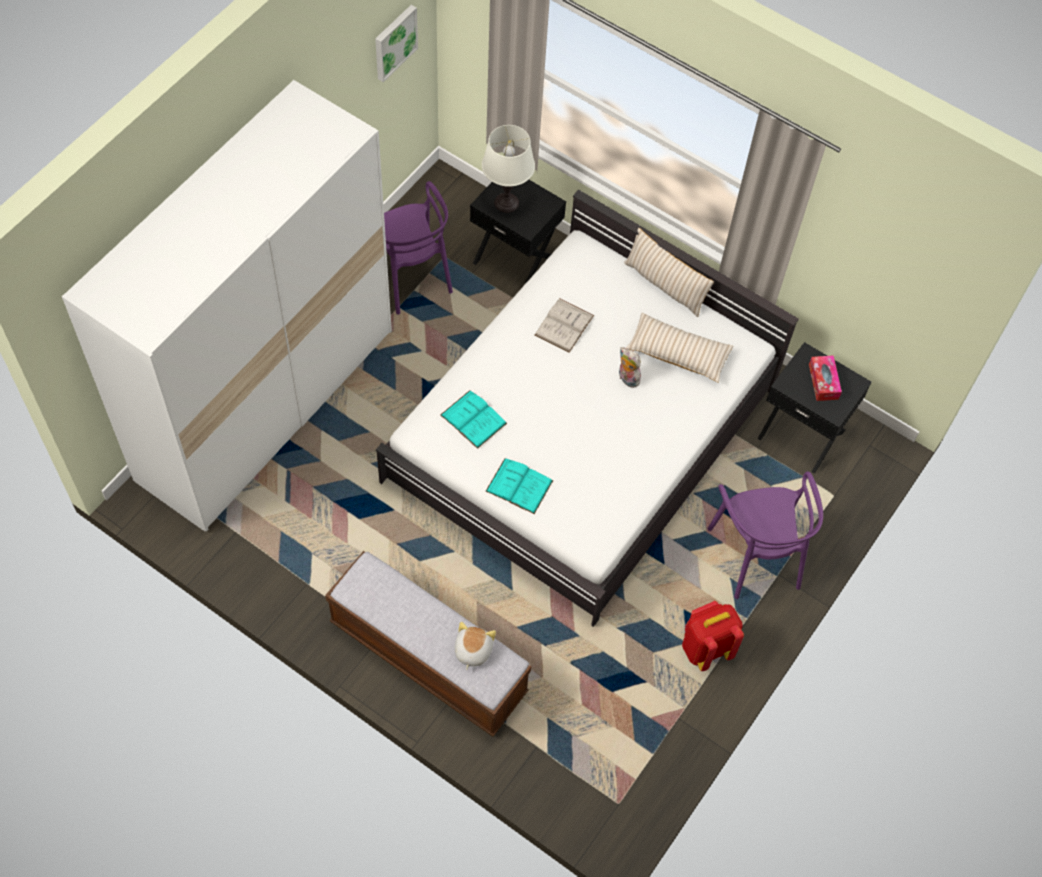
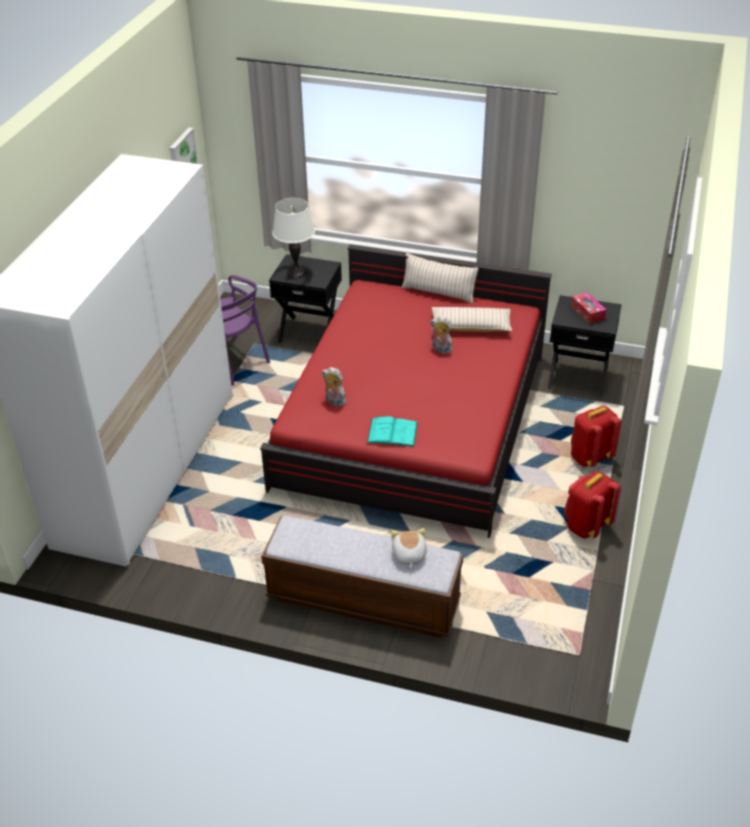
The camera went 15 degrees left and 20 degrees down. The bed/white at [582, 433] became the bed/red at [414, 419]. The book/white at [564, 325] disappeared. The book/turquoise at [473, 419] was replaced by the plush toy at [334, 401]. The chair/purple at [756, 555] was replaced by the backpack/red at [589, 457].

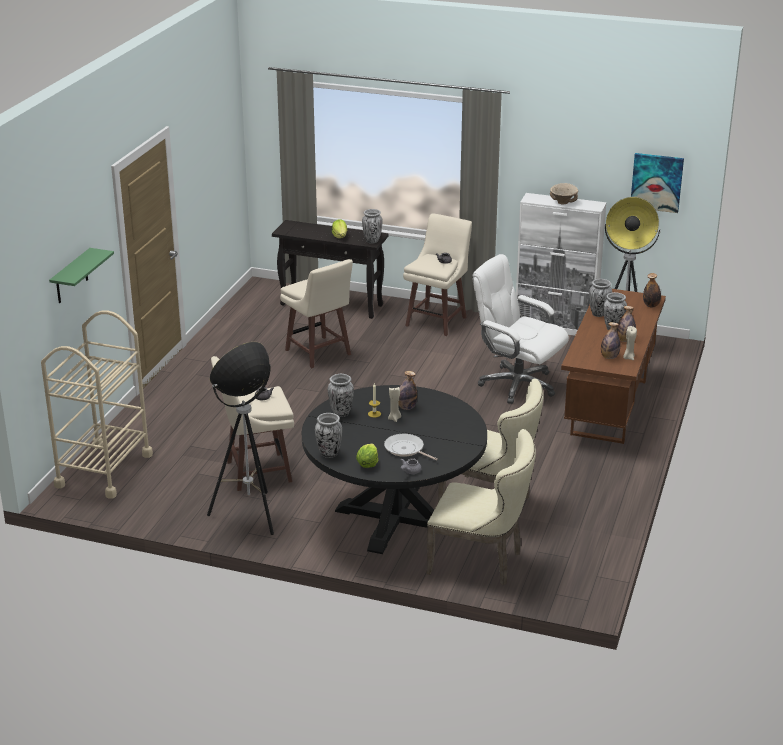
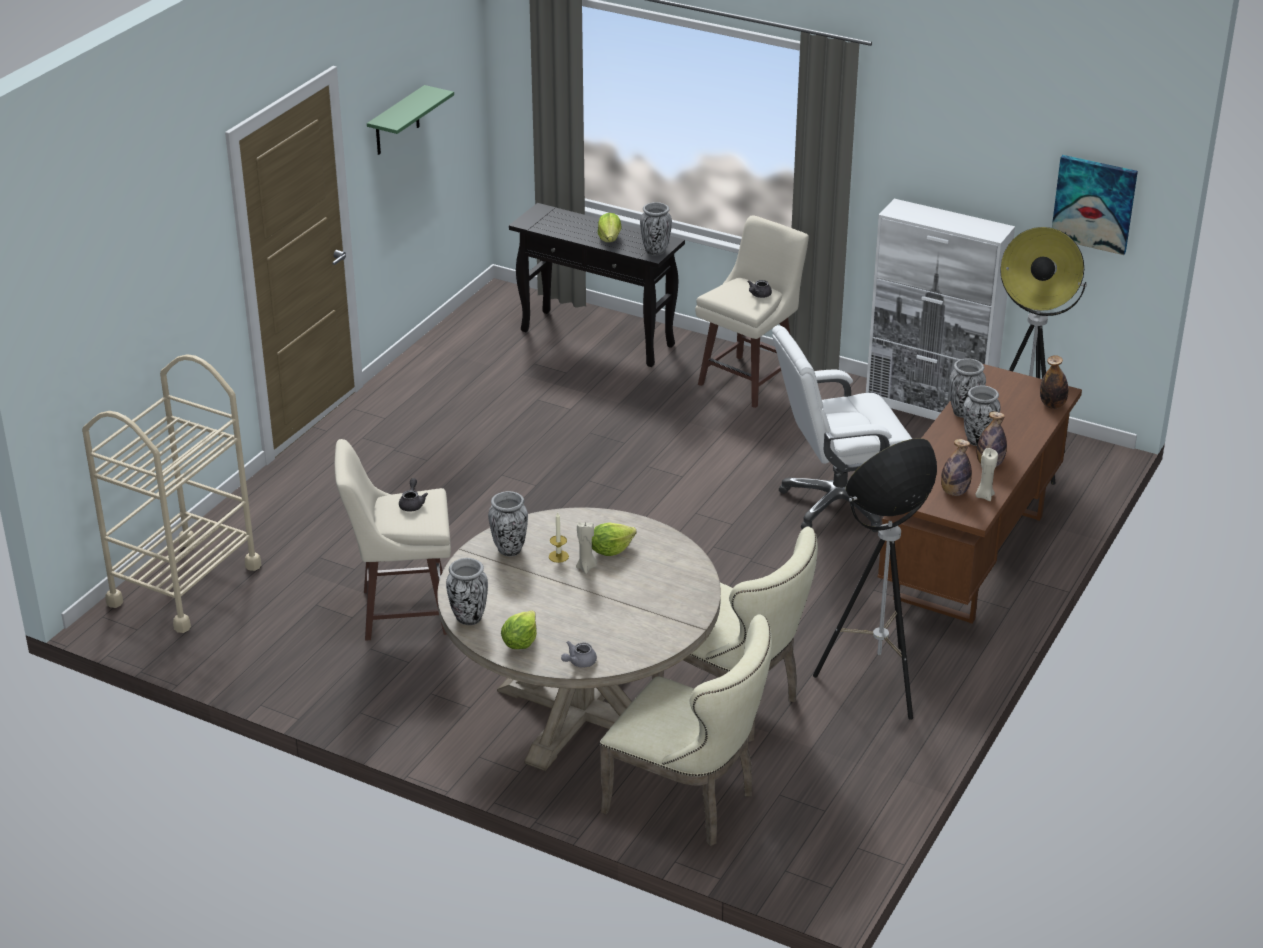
The camera went 10 degrees right and 5 degrees up. The bowl/beige at [563, 203] disappeared. The shelf/green moved from [71, 277] to [397, 122]. The office chair/white at [517, 384] turned 60 degrees counterclockwise. The stool/beige at [318, 353] disappeared. The floor lamp moved from [250, 515] to [877, 683]. The bottle at [406, 407] was replaced by the lettuce at [610, 550]. The dining table/black at [394, 518] became the dining table/beige at [581, 713]. The frying pan at [406, 449] disappeared.

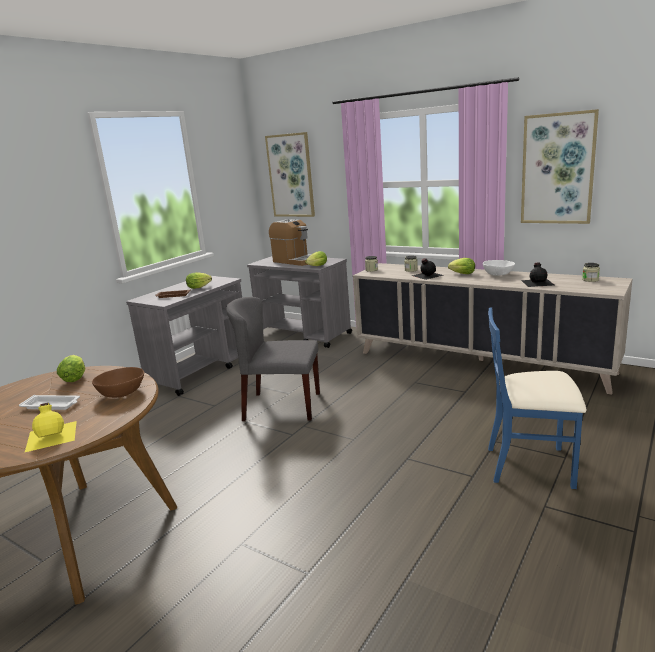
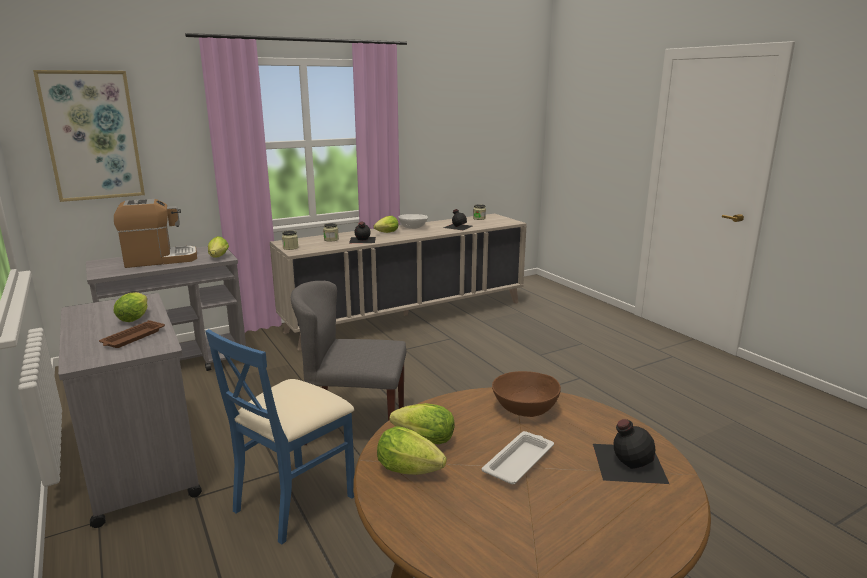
The camera went 65 degrees left and 0 degrees up. The picture at [557, 169] disappeared. The chair/grey at [281, 406] turned 60 degrees clockwise. The chair/blue moved from [530, 465] to [294, 500]. The bottle/yellow at [52, 435] became the bottle/black at [627, 462]. The lettuce at [413, 471] appeared.

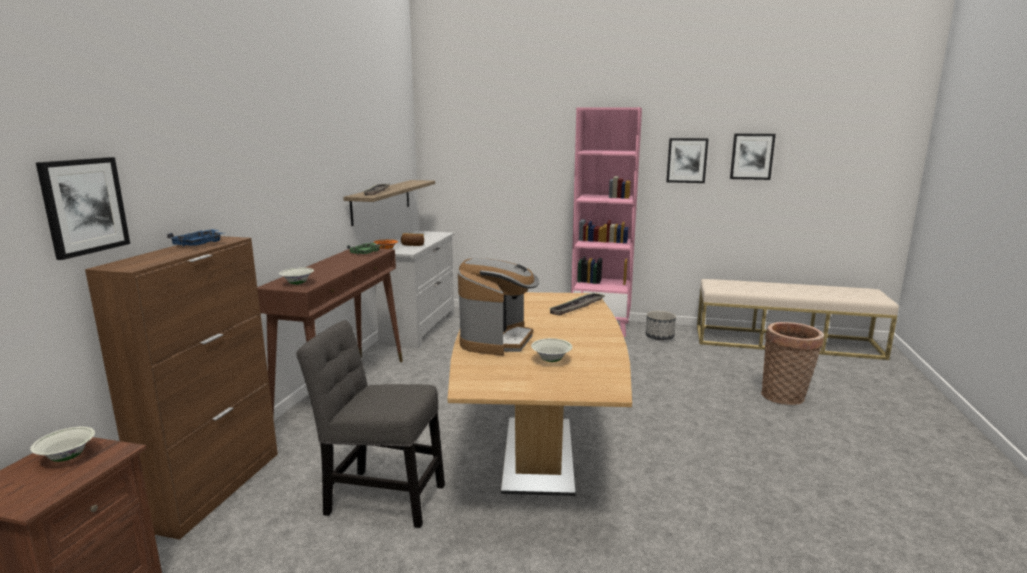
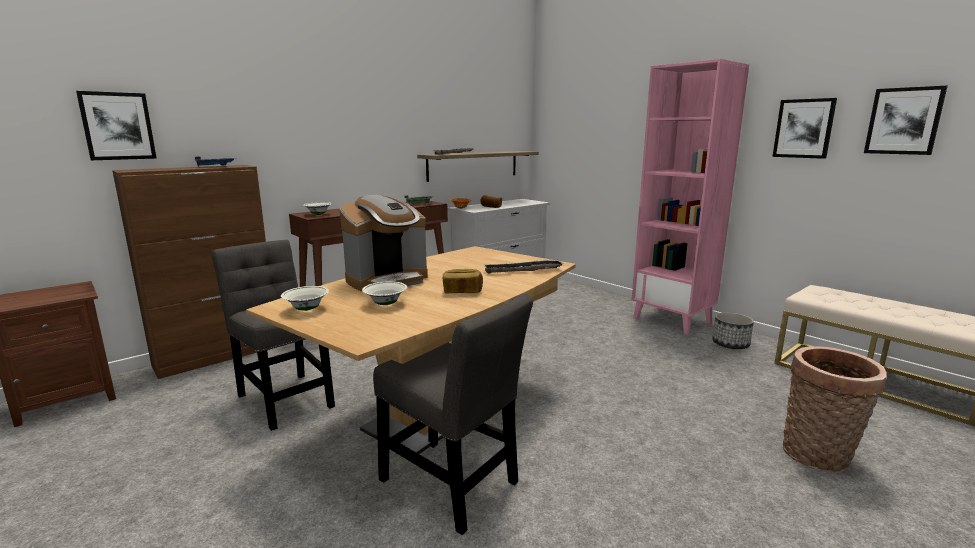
The camera went 35 degrees right and 0 degrees up. The bowl/white moved from [67, 457] to [307, 309]. The bread at [462, 291] appeared. The chair/grey at [453, 485] appeared.

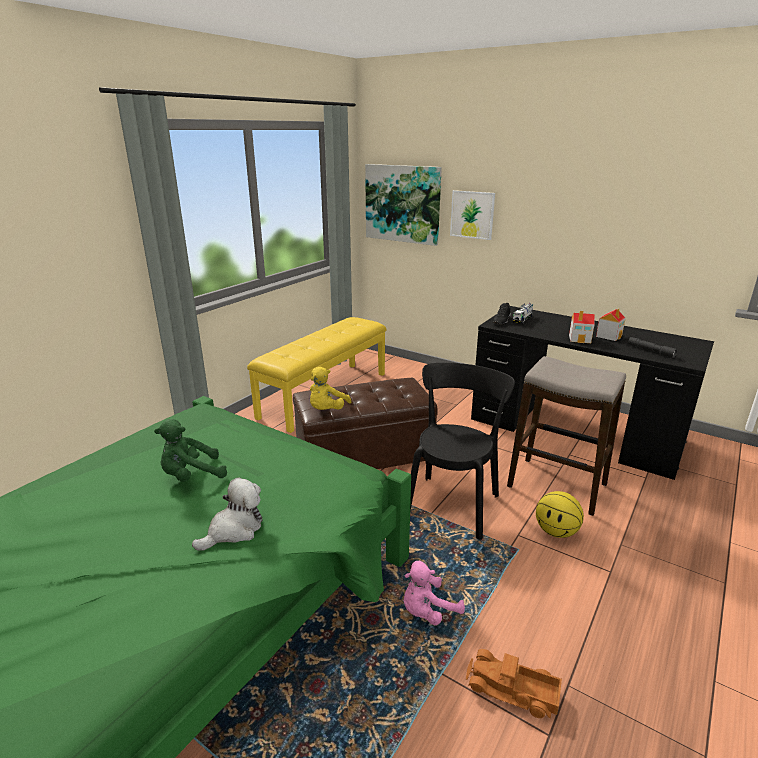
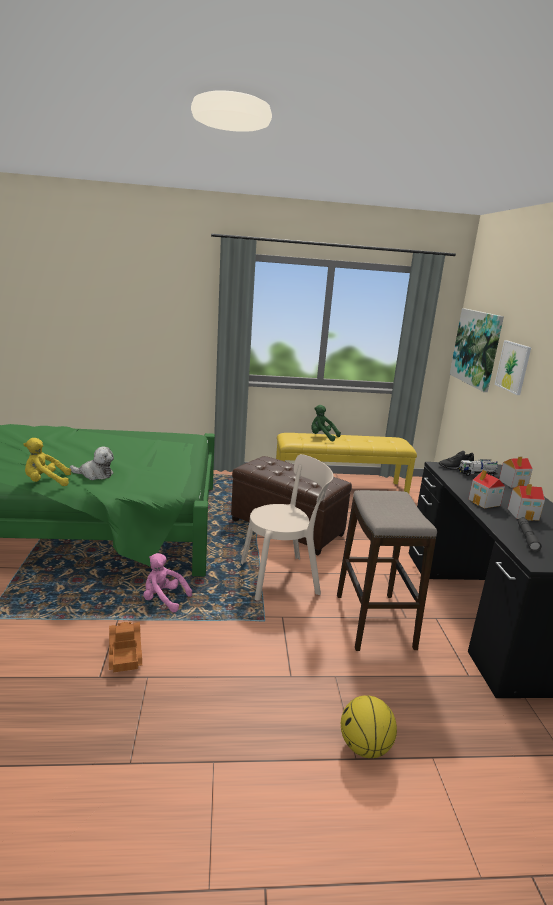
The camera went 50 degrees right and 5 degrees down. The chair/black at [453, 503] became the chair/beige at [283, 577]. The plush toy/yellow moved from [327, 410] to [46, 482]. The plush toy/green moved from [191, 476] to [322, 437]. The basketball moved from [556, 532] to [364, 747]. The toy house at [513, 483] appeared.

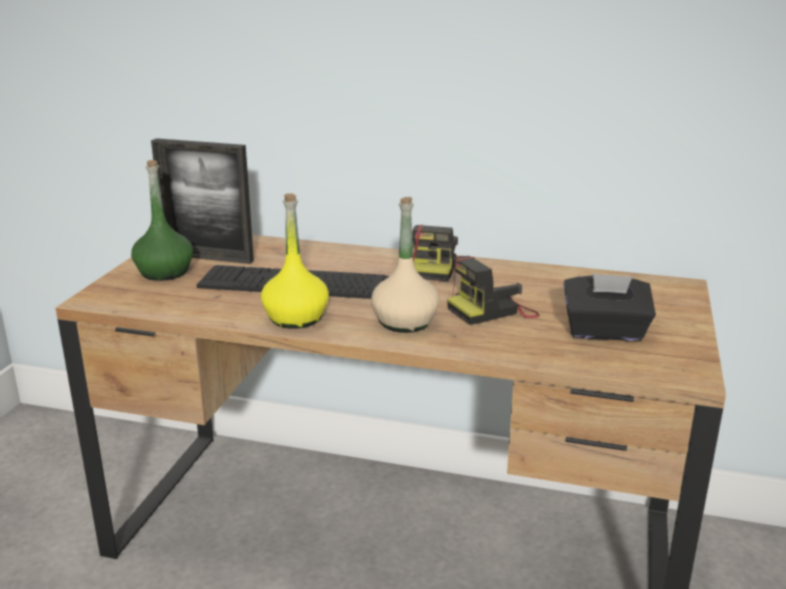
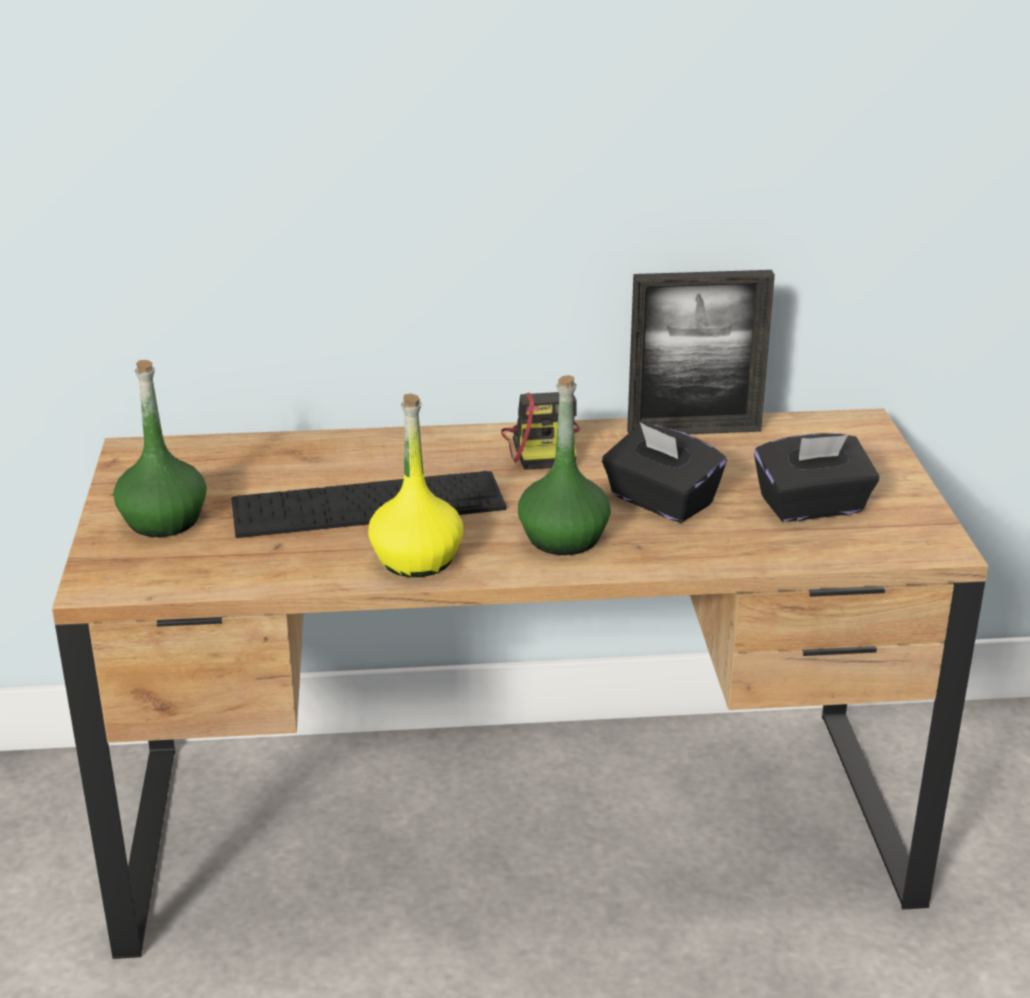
The camera went 20 degrees left and 5 degrees up. The picture frame moved from [208, 257] to [694, 431]. The bottle/beige at [404, 322] became the bottle/green at [563, 538]. The photo camera at [492, 311] was replaced by the tissue box/black at [660, 501].

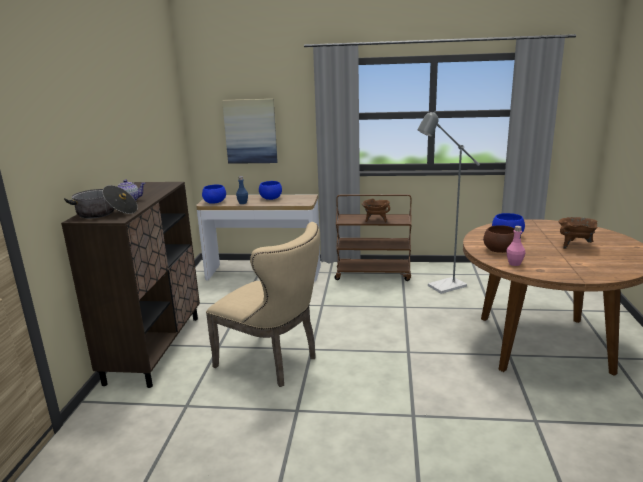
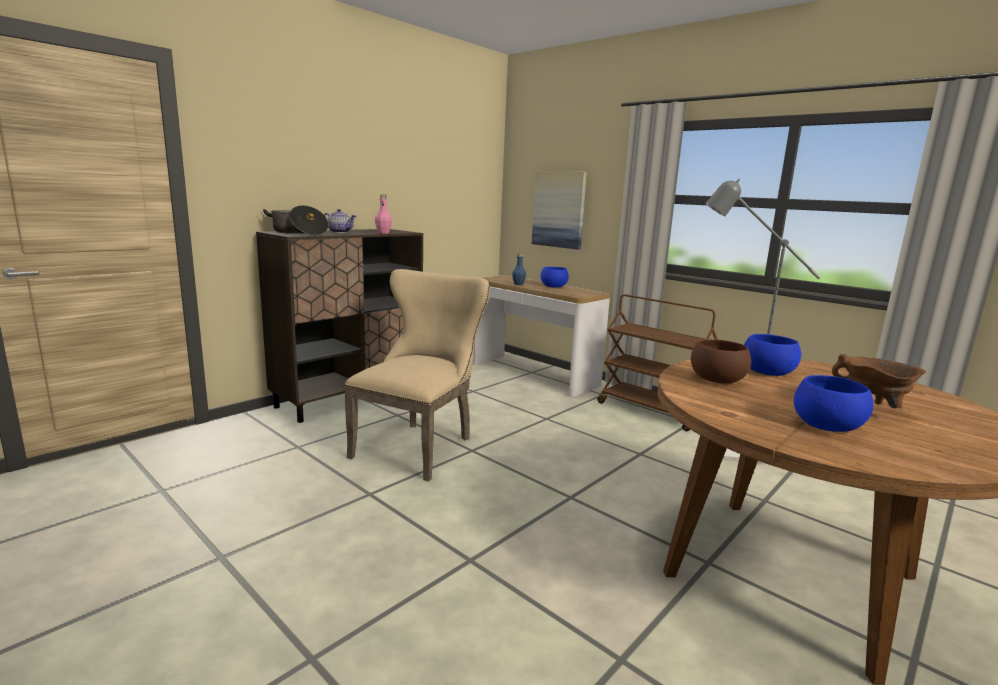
The camera went 35 degrees right and 5 degrees down. The bowl/blue moved from [215, 202] to [827, 425]. The cooking pot/brown at [376, 220] disappeared. The chair/beige at [273, 362] turned 135 degrees counterclockwise. The bottle/pink moved from [514, 264] to [383, 233].

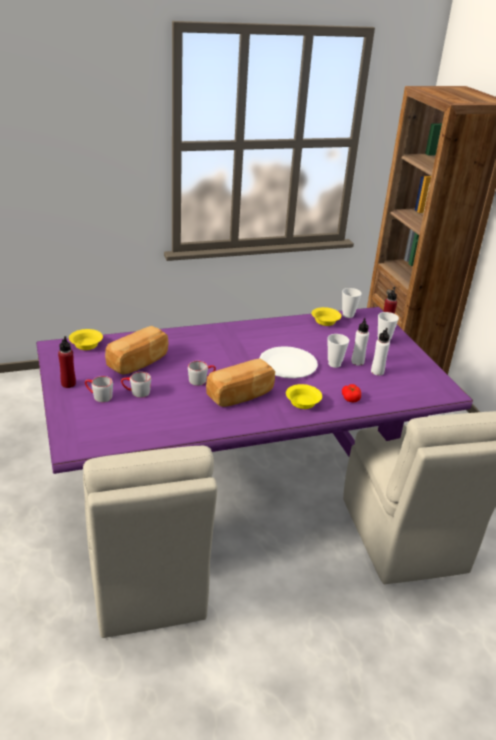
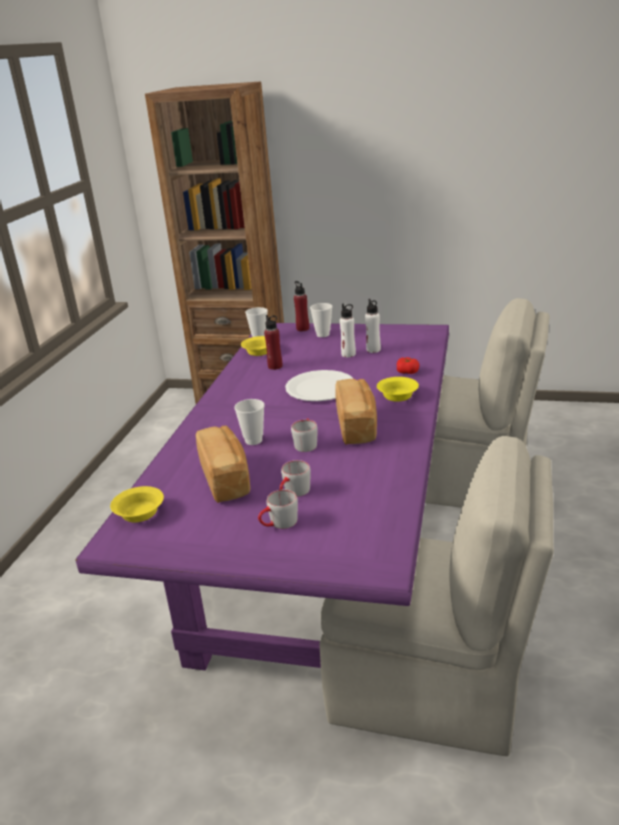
The camera went 55 degrees left and 5 degrees down. The cup moved from [334, 364] to [253, 440]. The bottle/red moved from [68, 384] to [275, 366].

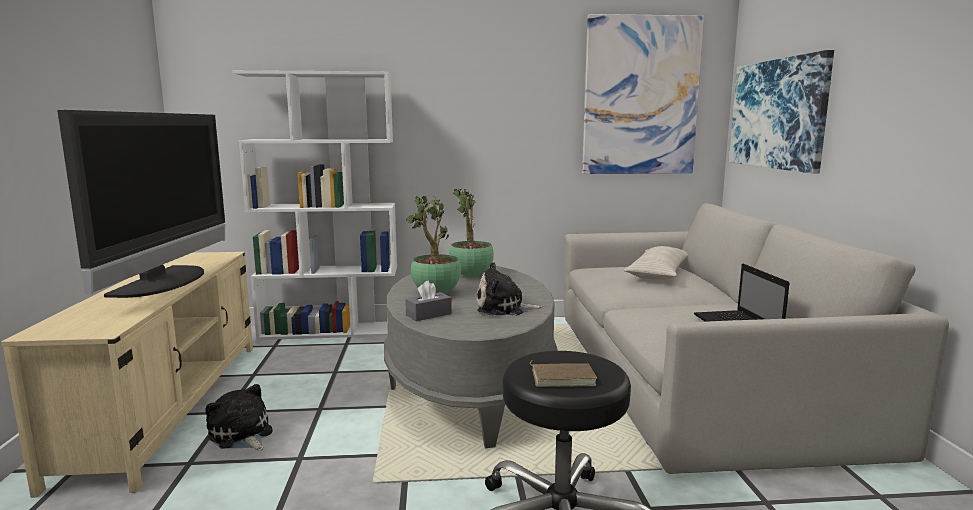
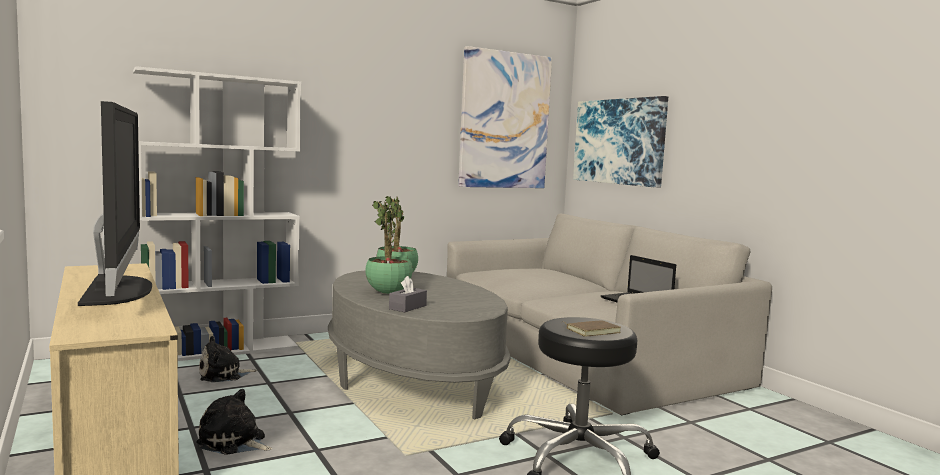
The camera went 25 degrees left and 5 degrees down. The pillow/beige at [658, 273] disappeared. The plush toy moved from [504, 308] to [223, 375].

